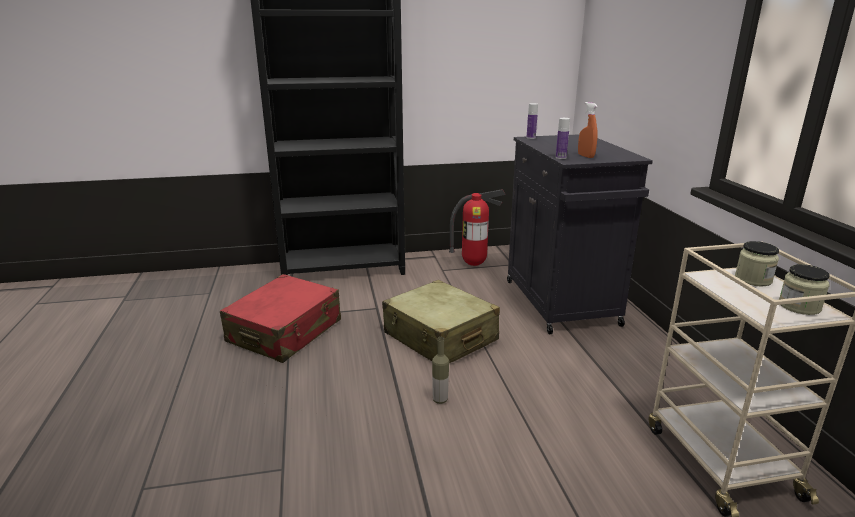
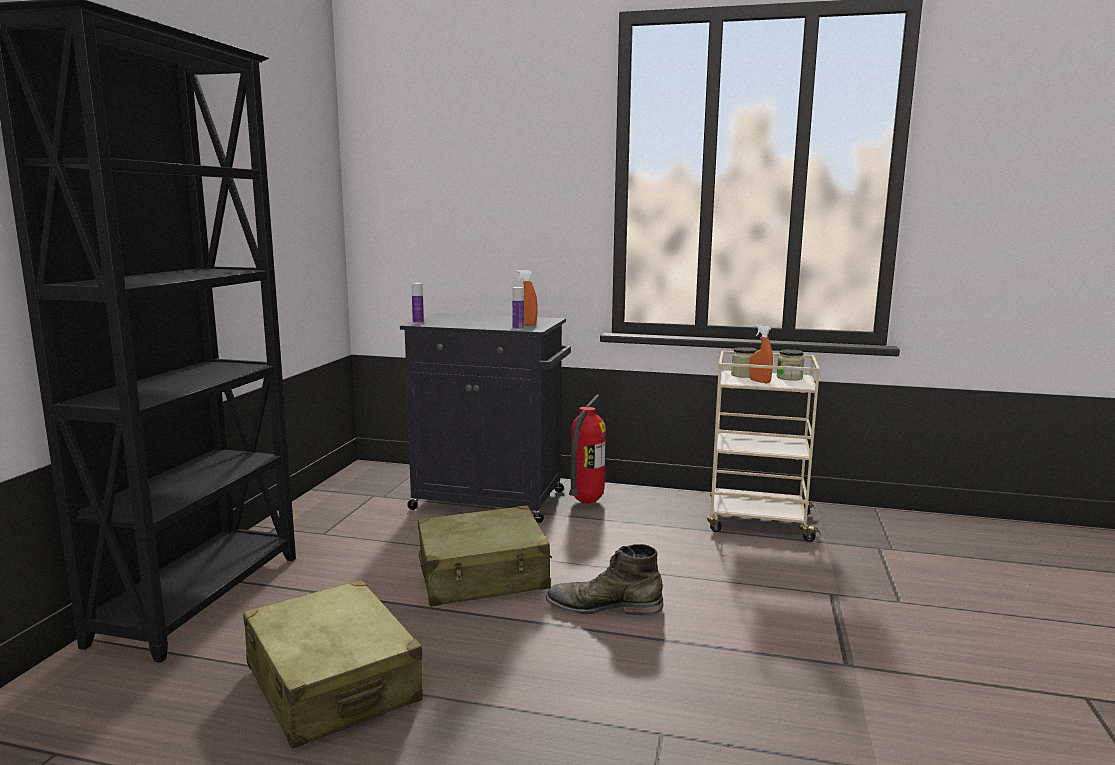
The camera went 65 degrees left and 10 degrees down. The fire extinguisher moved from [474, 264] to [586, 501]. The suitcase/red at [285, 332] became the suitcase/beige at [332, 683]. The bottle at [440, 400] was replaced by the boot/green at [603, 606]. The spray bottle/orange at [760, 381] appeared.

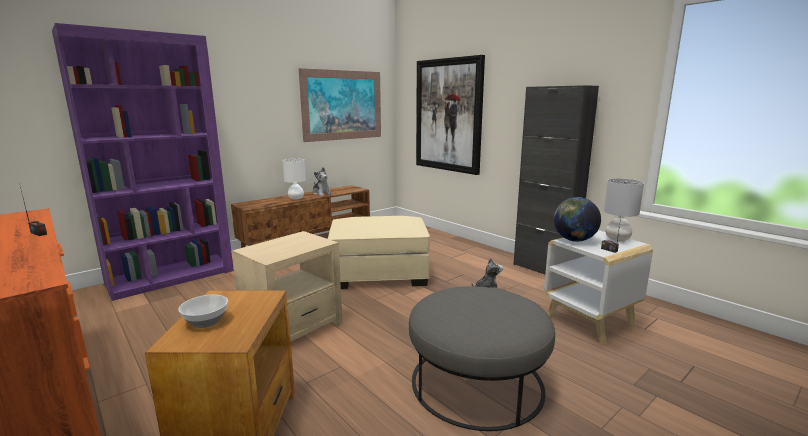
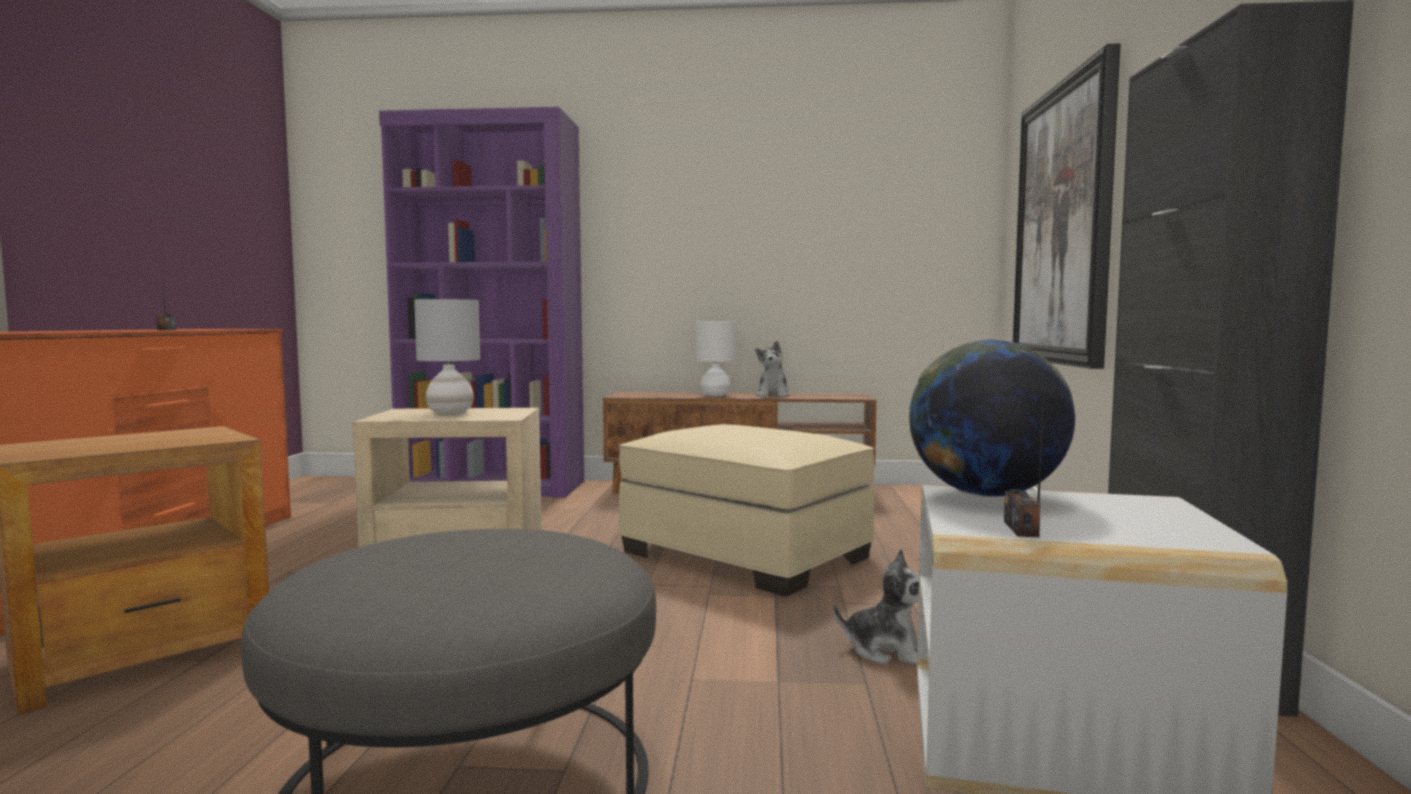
The camera went 45 degrees right and 10 degrees down. The picture at [342, 105] disappeared. The table lamp/grey moved from [617, 239] to [451, 412]. The bowl at [206, 322] disappeared.

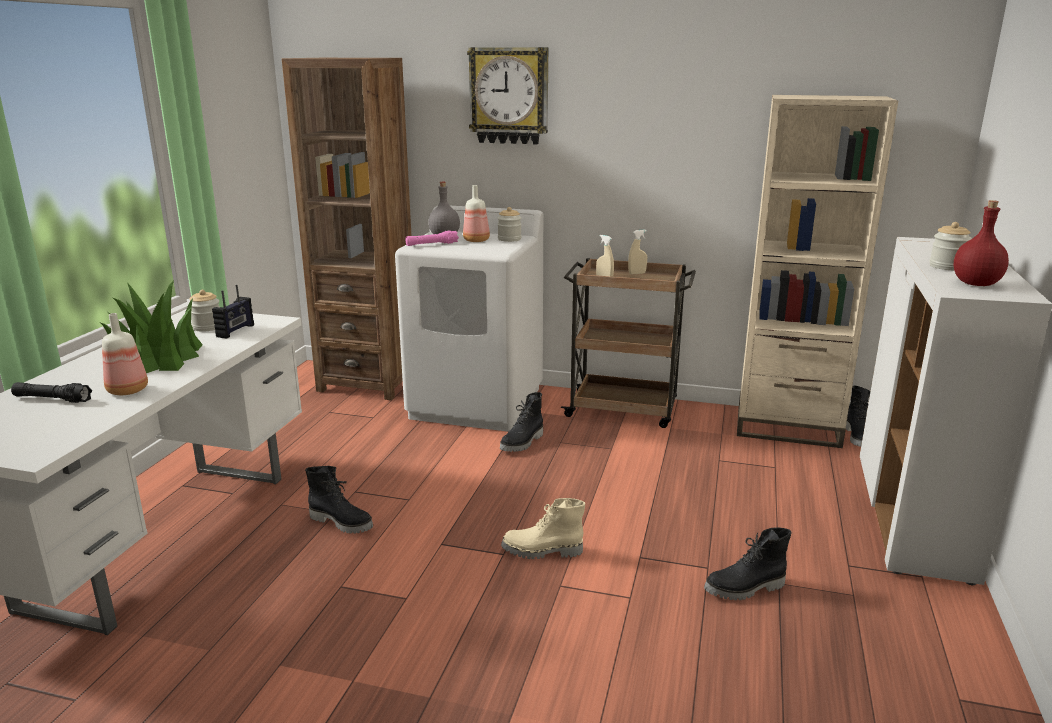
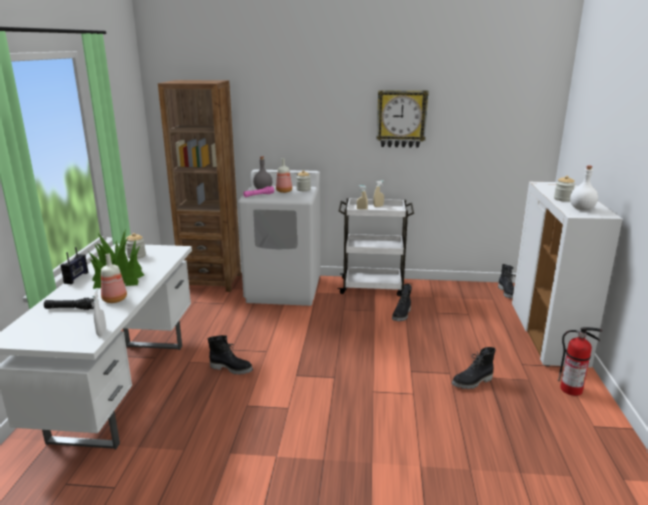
The camera went 10 degrees left and 0 degrees up. The wall clock moved from [509, 96] to [401, 118]. The bookcase/beige at [787, 427] disappeared. The bottle/red at [976, 284] became the bottle/white at [581, 209]. The cart/brown at [624, 409] became the cart/white at [373, 287]. The radio moved from [236, 331] to [76, 278]. The boot/black moved from [523, 443] to [402, 315]. The boot/beige at [542, 551] disappeared. The spray bottle/white at [101, 332] appeared. The fire extinguisher at [572, 389] appeared.

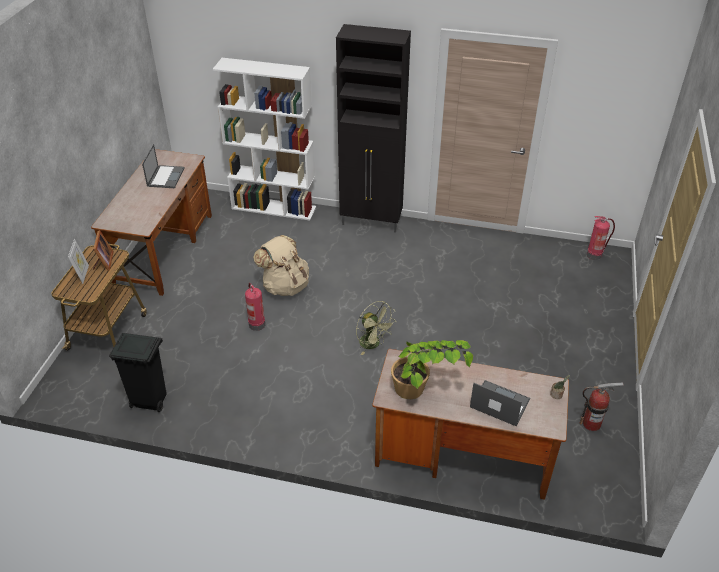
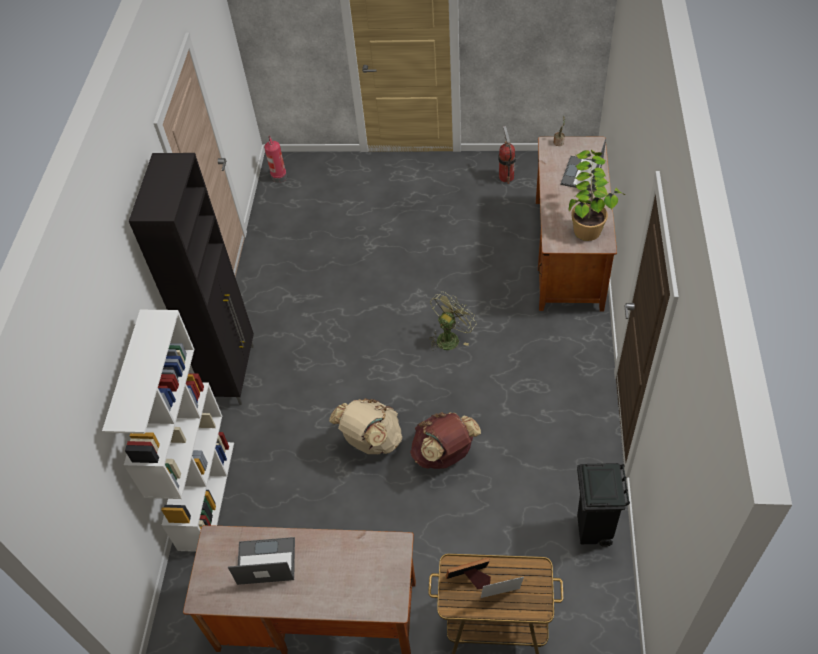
The camera went 95 degrees left and 10 degrees up. The fire extinguisher at [256, 324] was replaced by the backpack/brown at [444, 454].

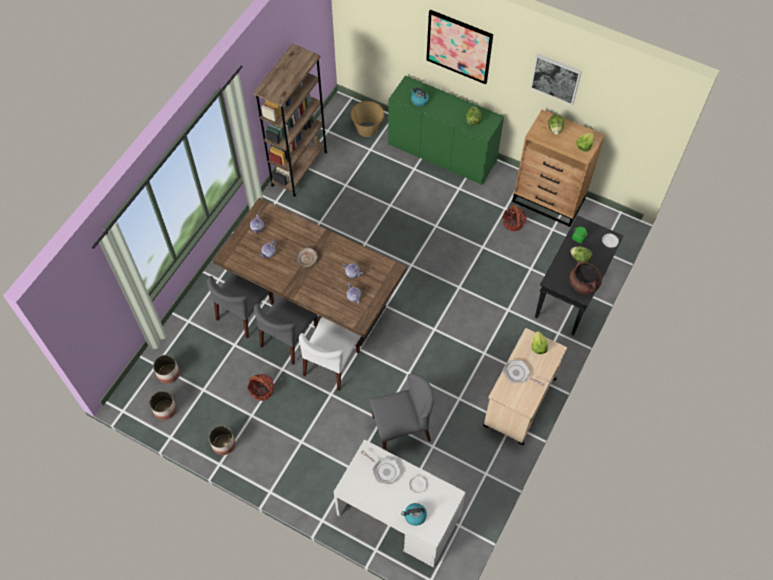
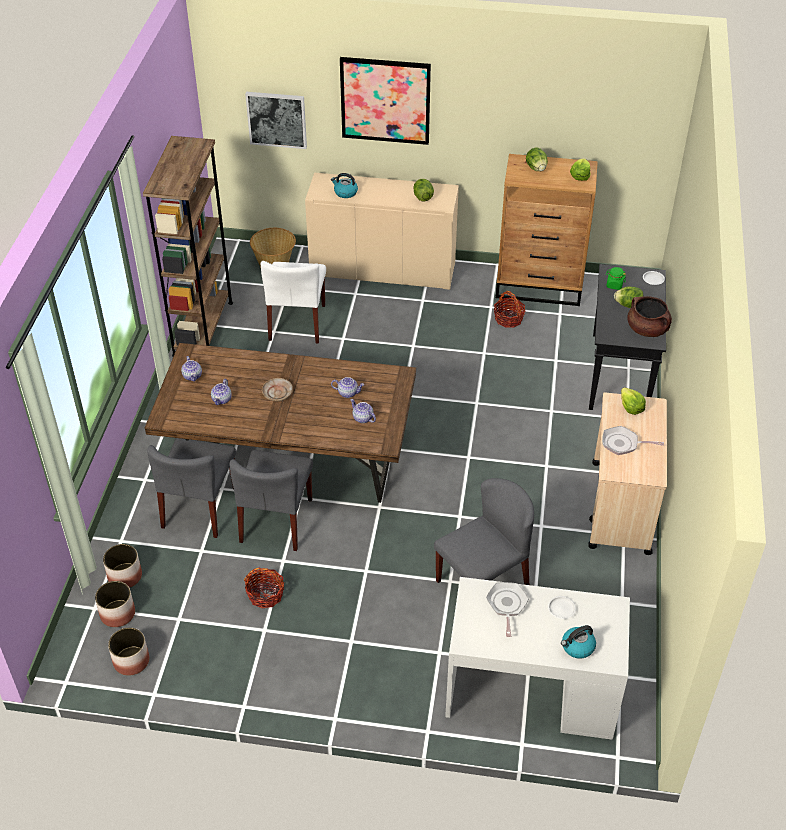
The camera went 20 degrees left and 15 degrees down. The picture moved from [555, 78] to [277, 119]. The cabinet/green at [442, 153] became the cabinet/beige at [383, 269]. The chair/white moved from [331, 364] to [297, 323]. The planter moved from [223, 444] to [124, 576]. The frying pan at [384, 470] turned 105 degrees counterclockwise.

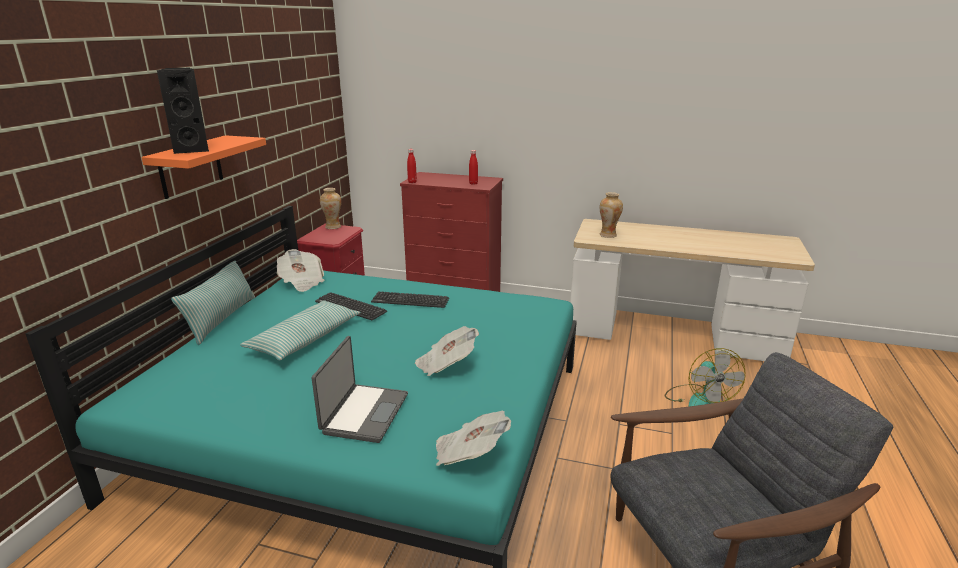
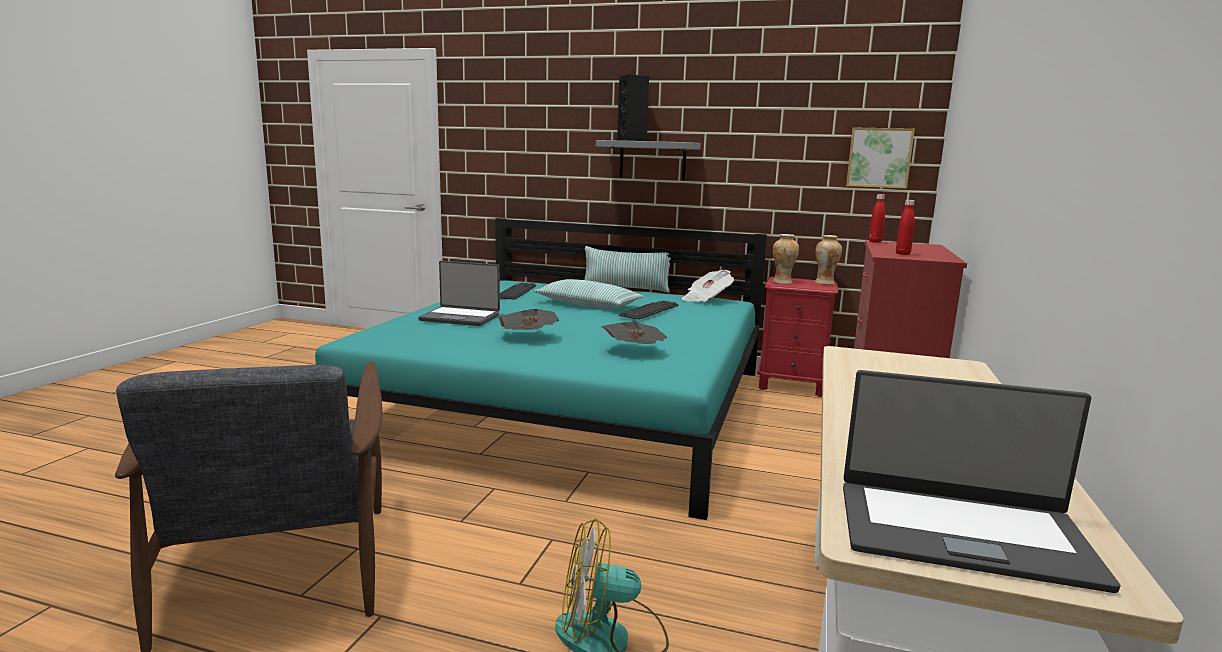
The camera went 90 degrees right and 10 degrees down. The shelf/orange at [190, 167] became the shelf/grey at [652, 160]. The vase moved from [608, 235] to [782, 282]. The keyboard moved from [410, 300] to [516, 292]. The newspaper moved from [469, 454] to [635, 351]. The picture at [879, 158] appeared. The laptop at [961, 531] appeared.

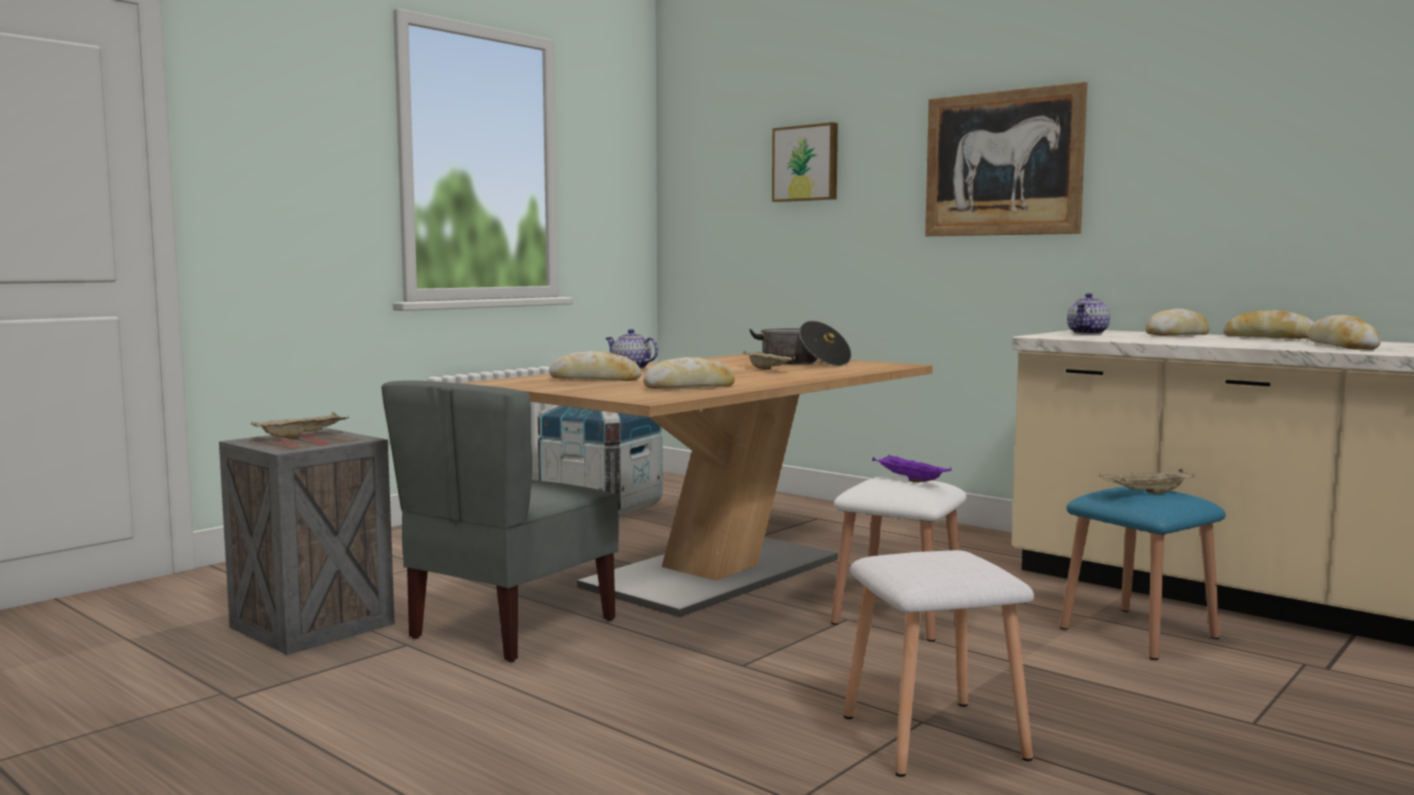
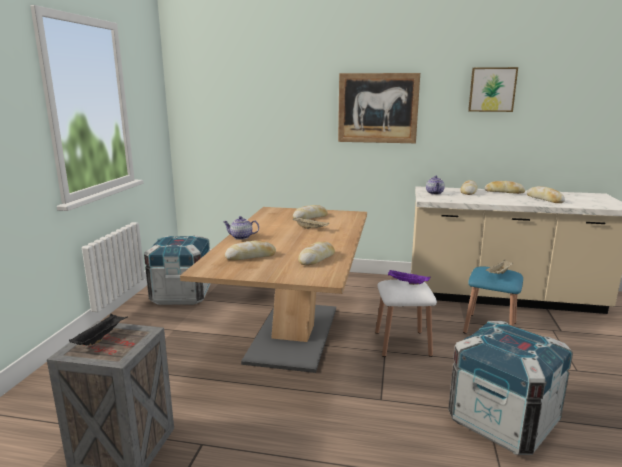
The camera went 30 degrees left and 10 degrees up. The picture moved from [806, 163] to [492, 89]. The cooking pot at [802, 363] was replaced by the bread at [310, 217]. The chair/grey at [510, 629] disappeared. The tray/beige at [301, 436] became the tray/black at [100, 338]. The stool/white at [936, 738] was replaced by the crate at [502, 421].

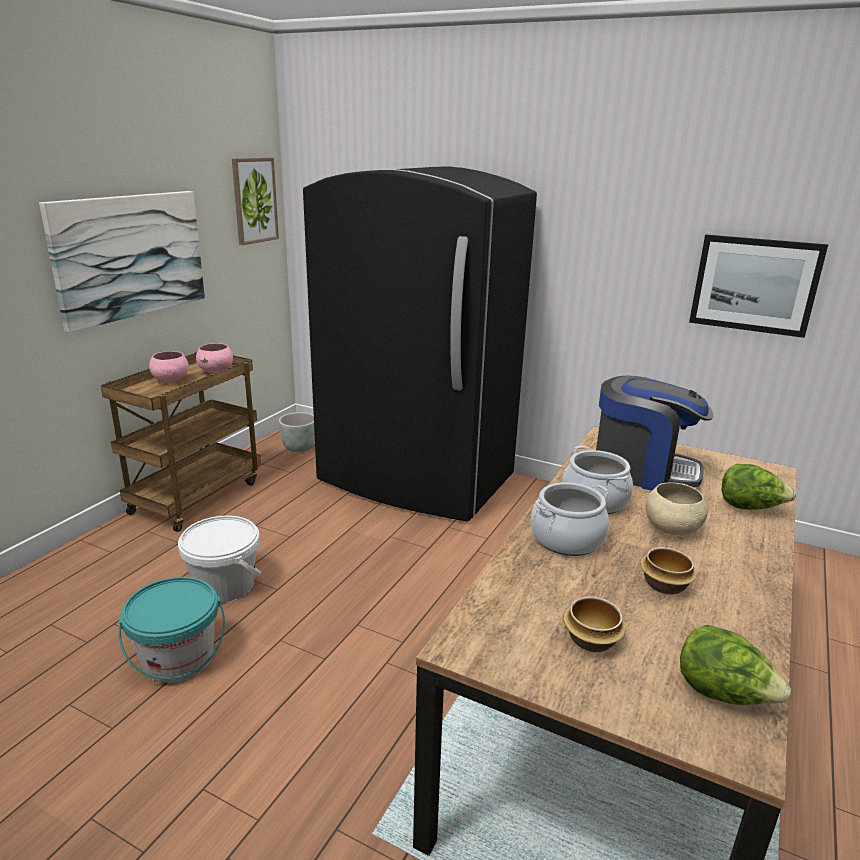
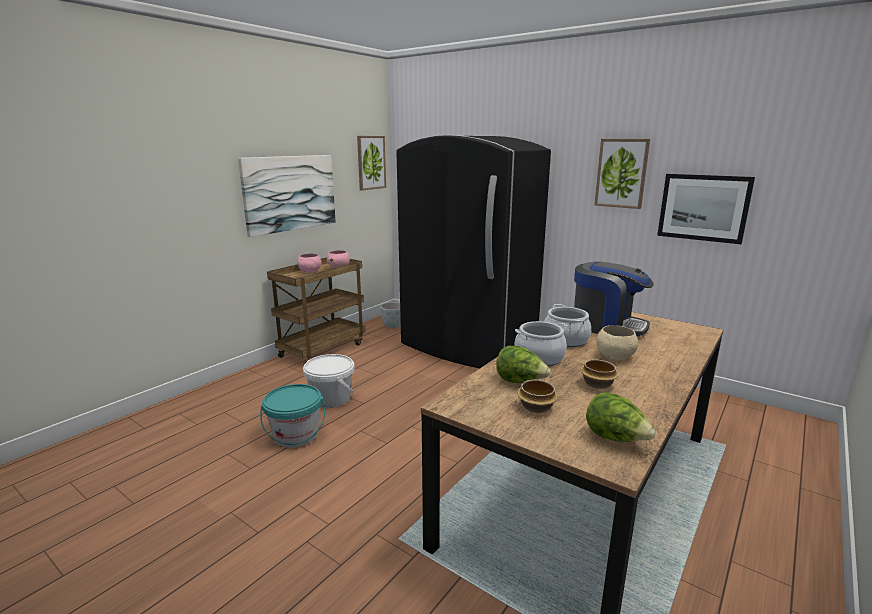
The camera went 10 degrees right and 5 degrees down. The lettuce moved from [750, 507] to [520, 382]. The picture at [621, 173] appeared.

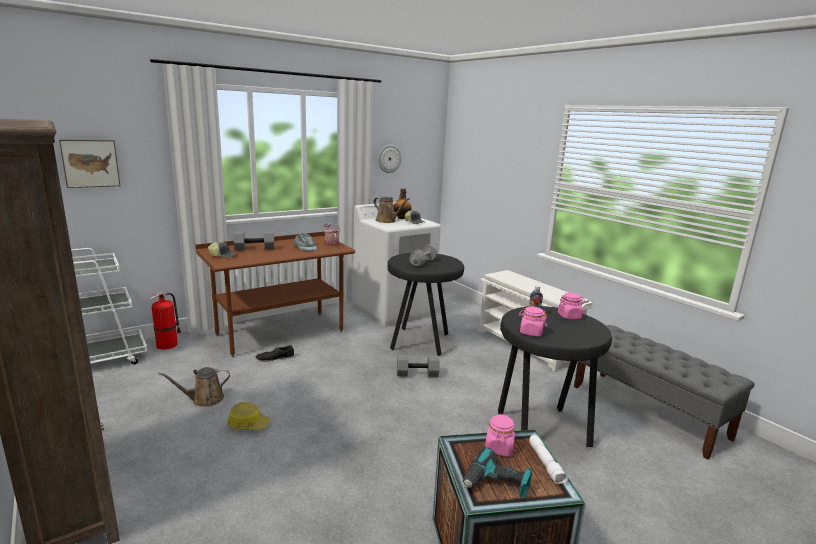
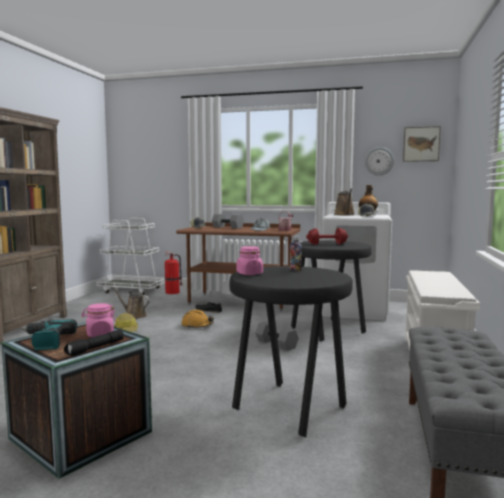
The camera went 50 degrees right and 10 degrees down. The picture moved from [90, 163] to [421, 144]. The dumbbell/grey at [423, 262] became the dumbbell/red at [327, 244]. The jar/pink at [569, 316] disappeared. The flashlight/white at [546, 464] became the flashlight/black at [95, 348]. The hard hat/orange at [197, 326] appeared.

